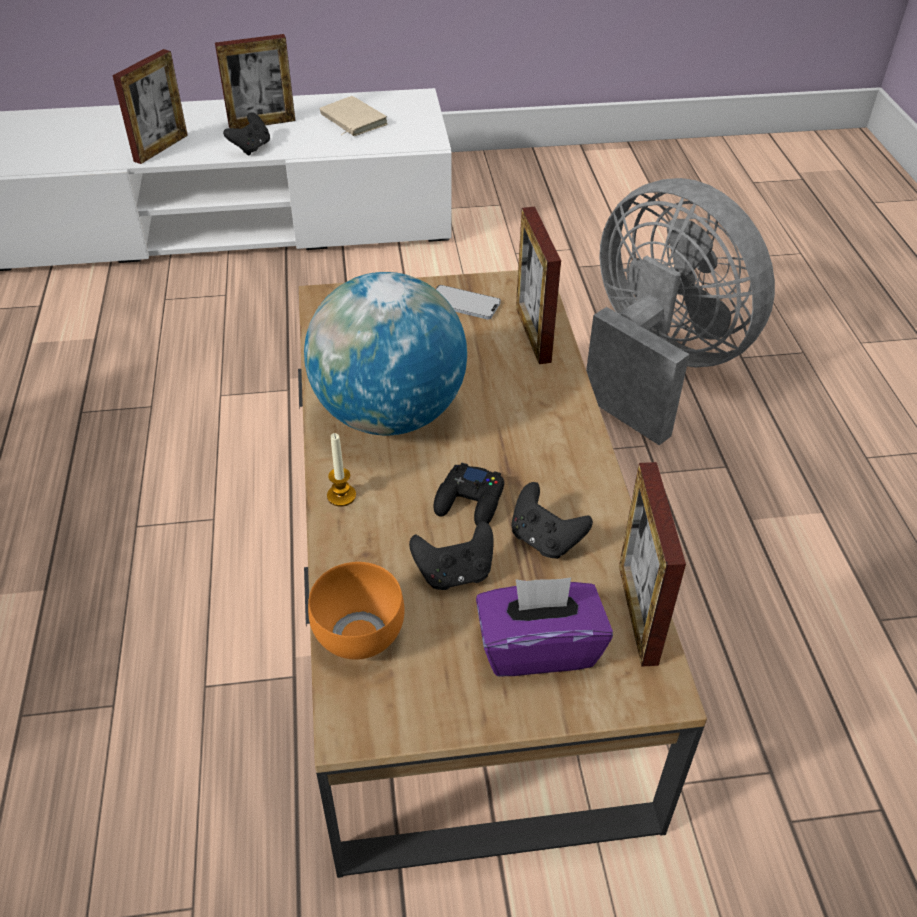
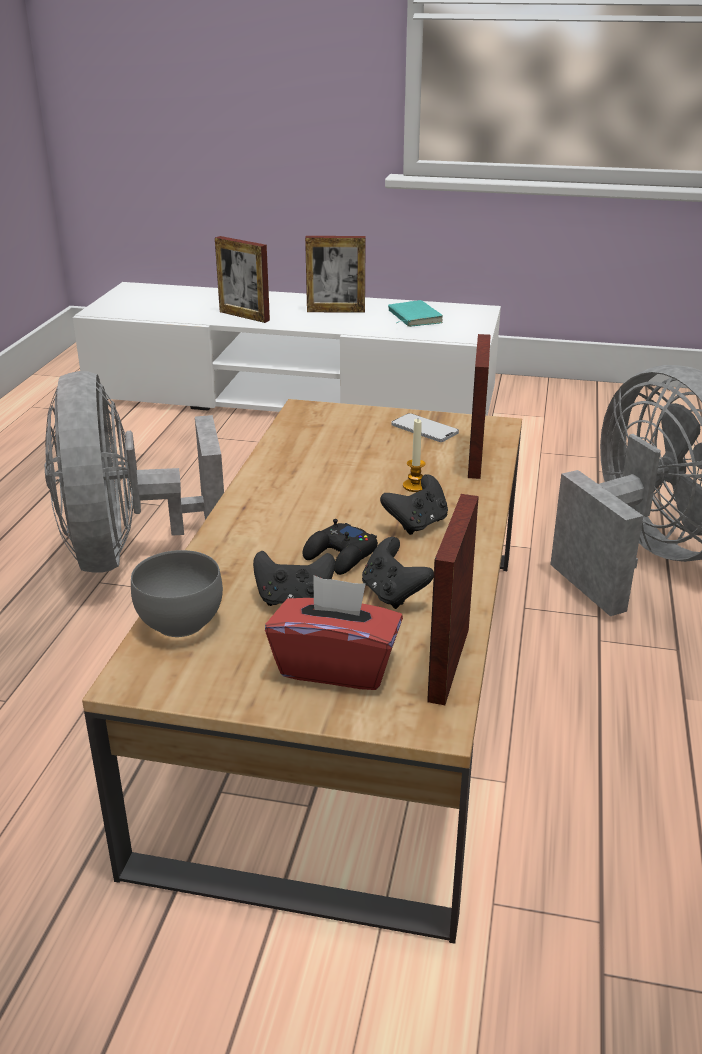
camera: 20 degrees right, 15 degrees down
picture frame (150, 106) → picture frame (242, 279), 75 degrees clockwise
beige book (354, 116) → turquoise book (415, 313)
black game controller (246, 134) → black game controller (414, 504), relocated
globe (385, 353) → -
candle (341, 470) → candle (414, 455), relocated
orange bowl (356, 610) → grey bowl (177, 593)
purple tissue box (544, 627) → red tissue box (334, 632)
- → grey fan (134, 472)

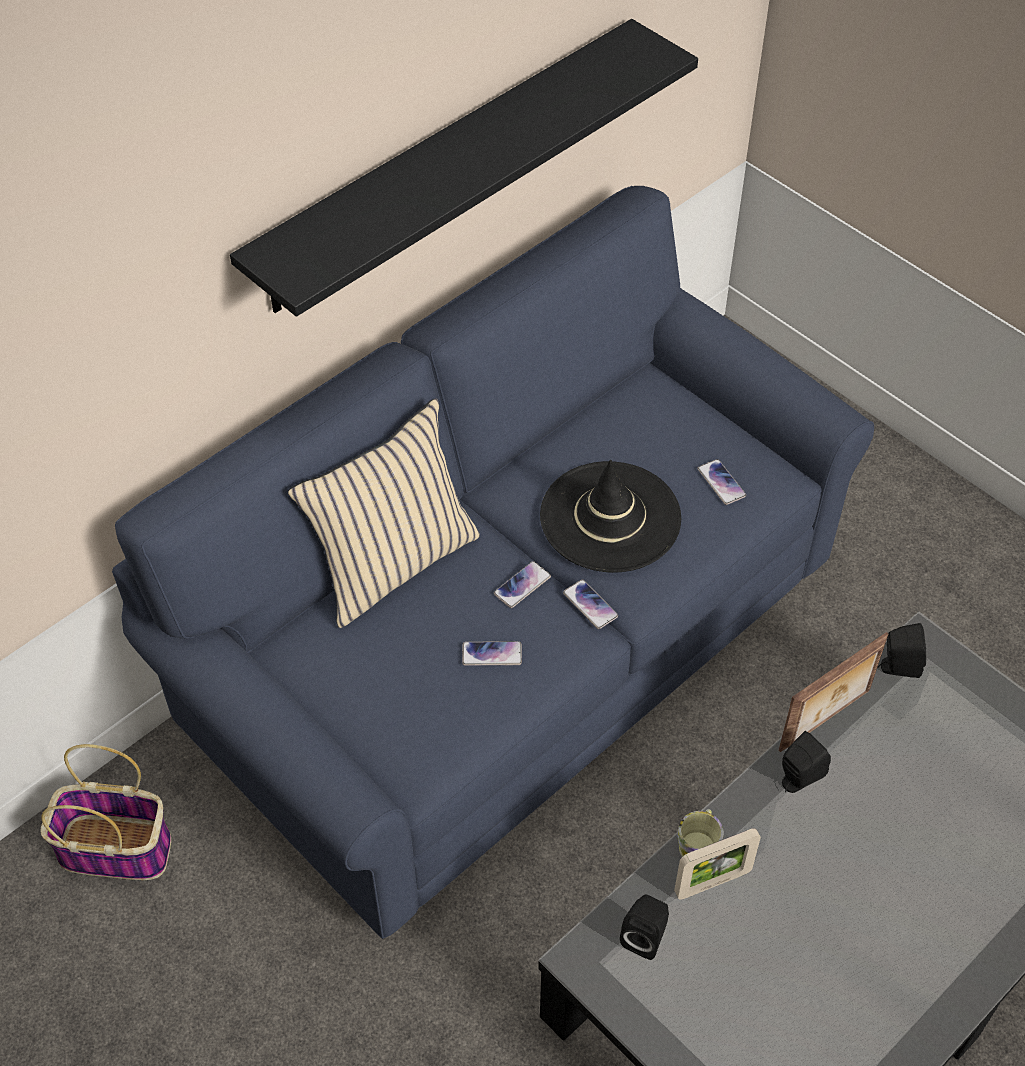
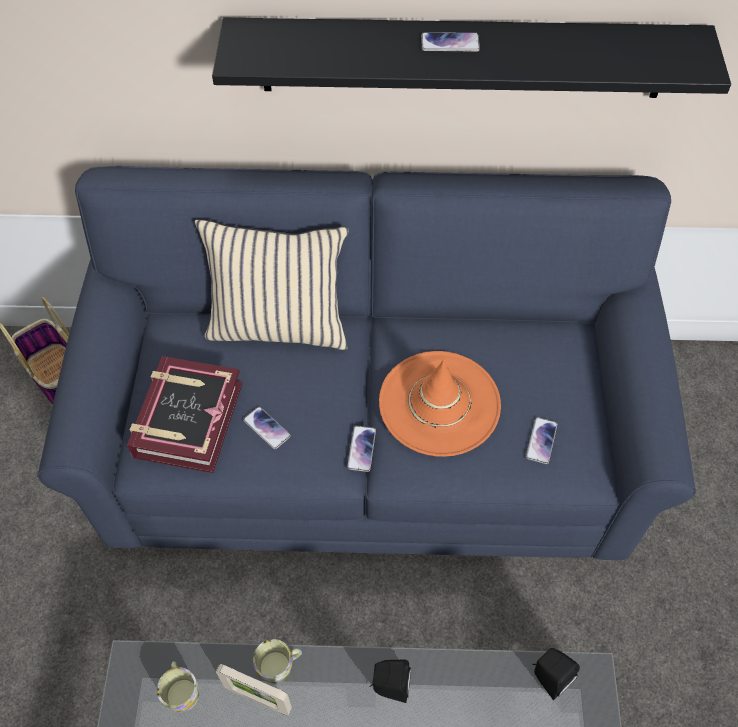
camera: 45 degrees right, 5 degrees up
black hat (610, 516) → orange hat (440, 404)
phone (522, 584) → phone (450, 42), relocated
picture frame (833, 692) → -
black speaker (644, 927) → mug (178, 686)
- → book (184, 414)

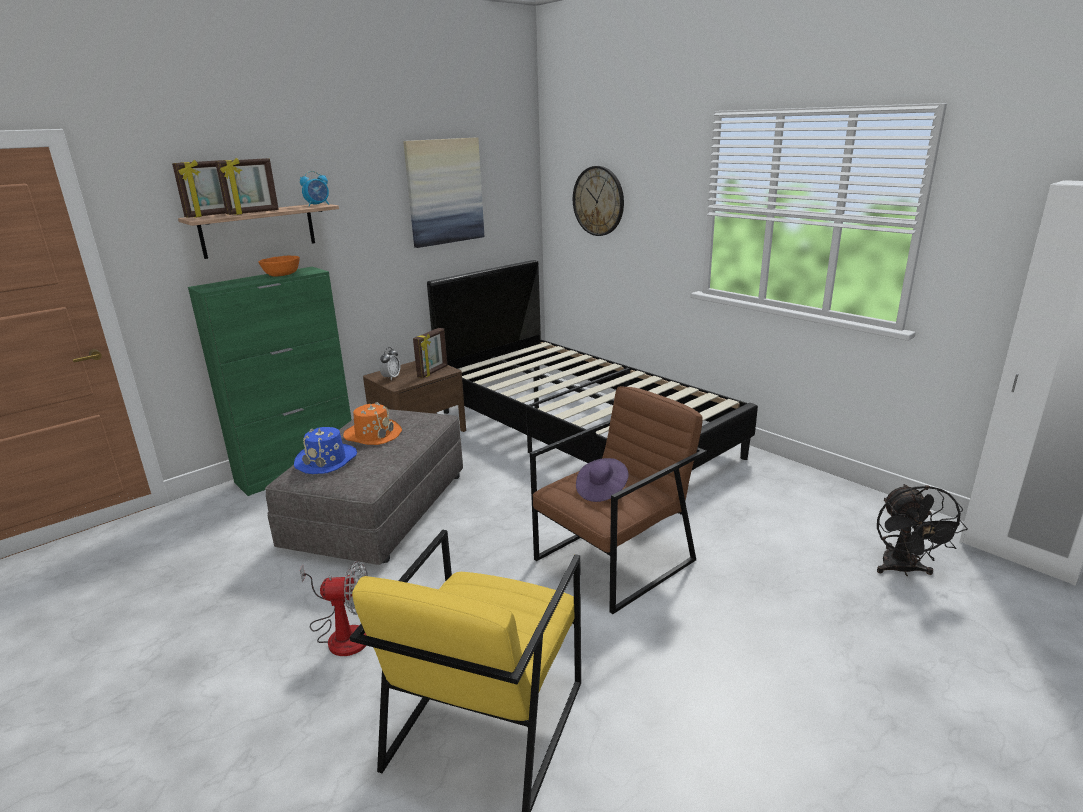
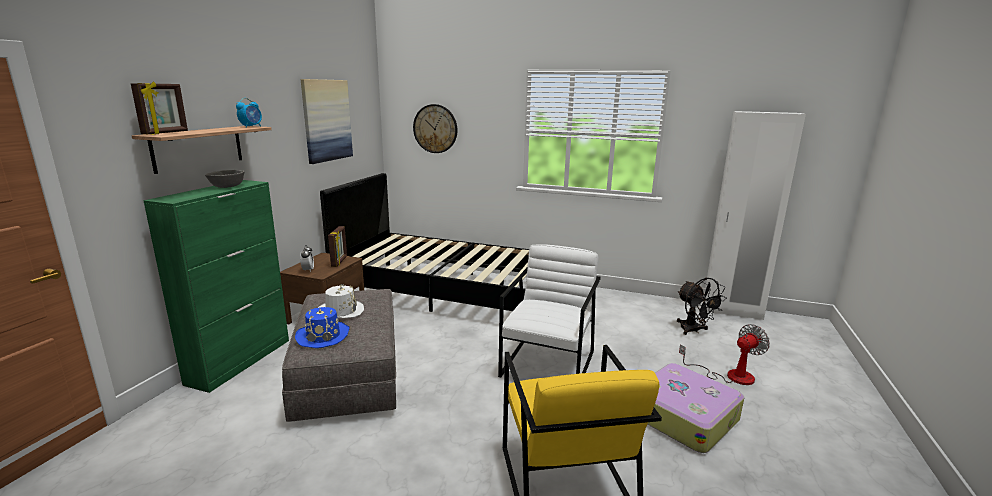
camera: 30 degrees left, 5 degrees down
picture frame (247, 186) → -
orange bowl (279, 266) → grey bowl (224, 179)
brown armchair (618, 500) → white armchair (549, 310)
orange hat (372, 423) → white hat (341, 301)
purple hat (602, 480) → -
fan (334, 608) → fan (724, 354), relocated
- → suitcase (695, 408)

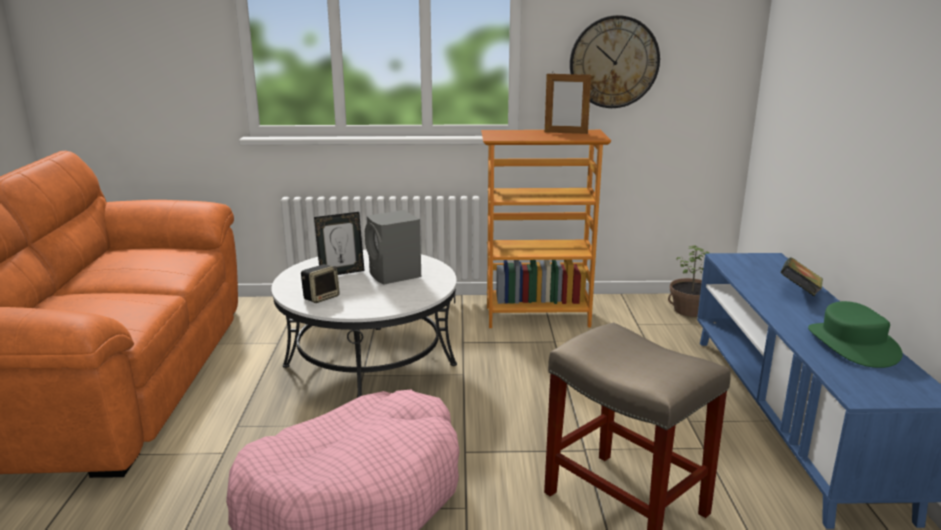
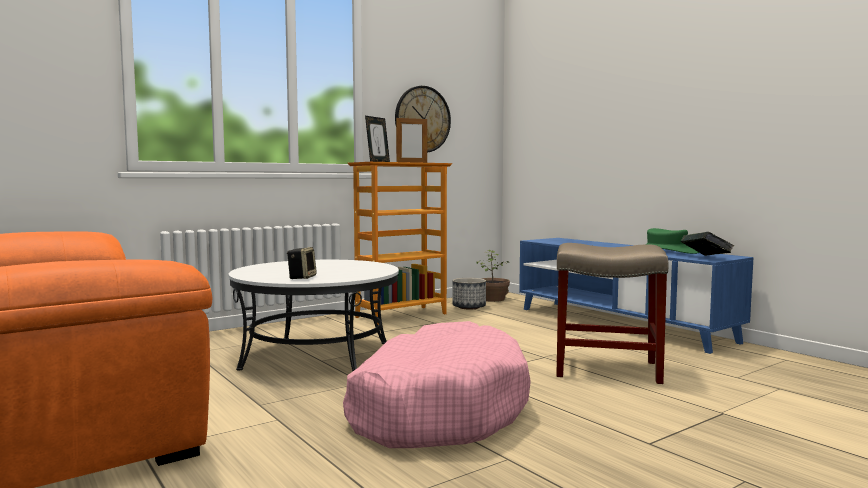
camera: 35 degrees left, 15 degrees down
grey speaker (393, 247) → -
picture frame (339, 243) → picture frame (377, 139), relocated
book (801, 277) → book (707, 244), relocated
- → planter (469, 294)

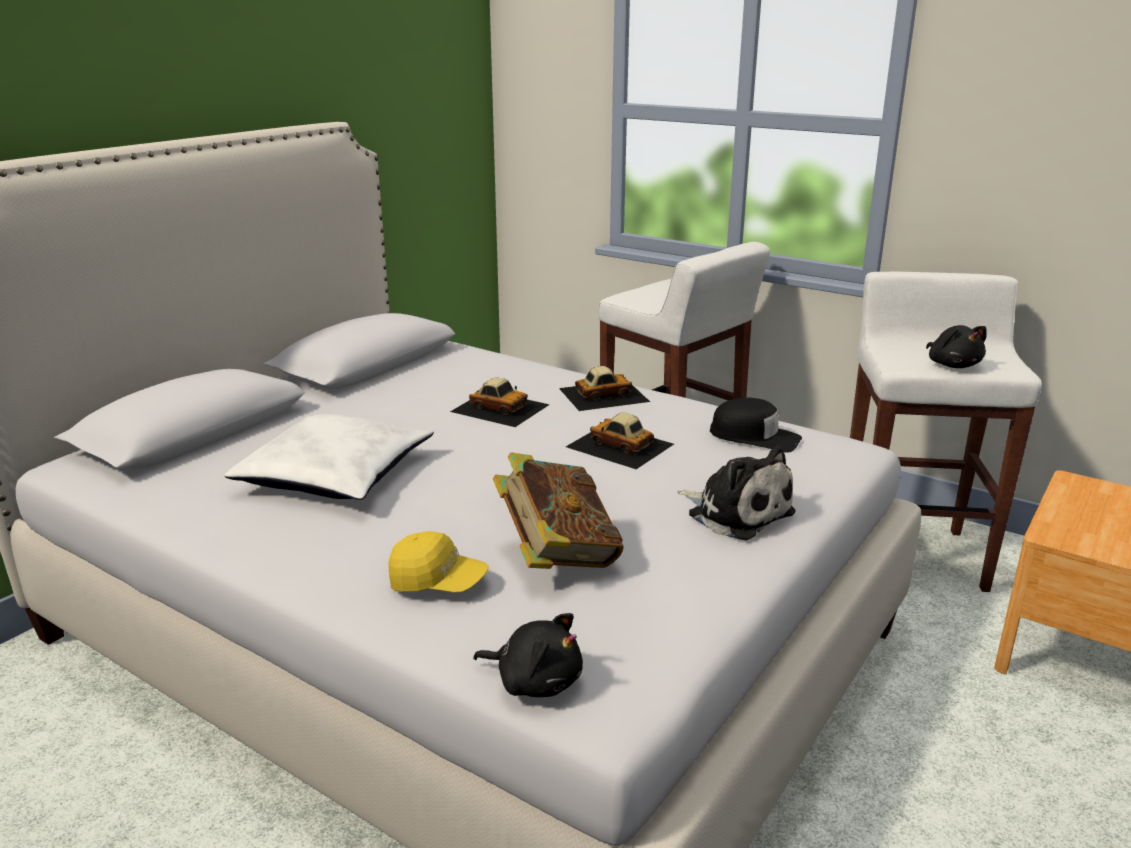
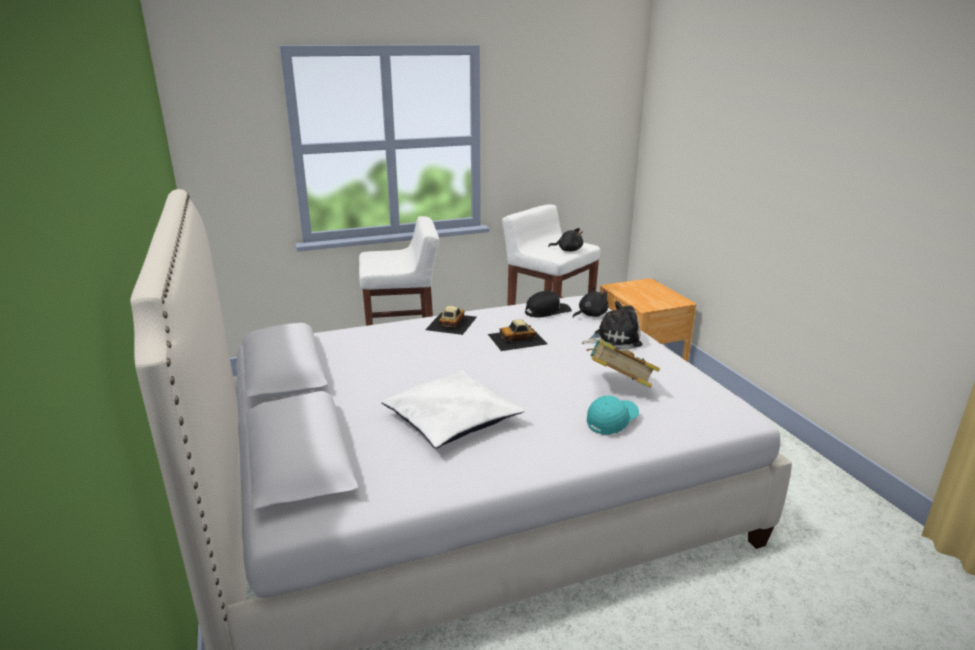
camera: 55 degrees left, 0 degrees up
toy car (500, 402) → -
yellow cap (438, 561) → turquoise cap (613, 415)
black plush toy (528, 655) → black plush toy (590, 302), relocated

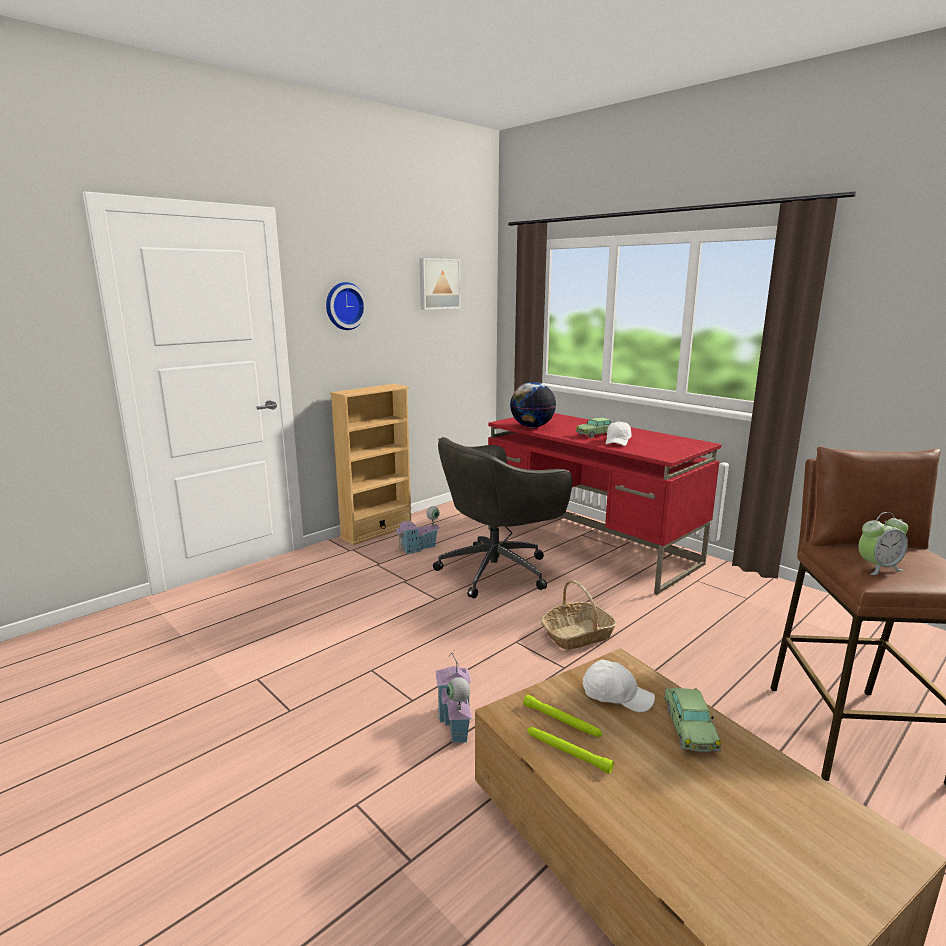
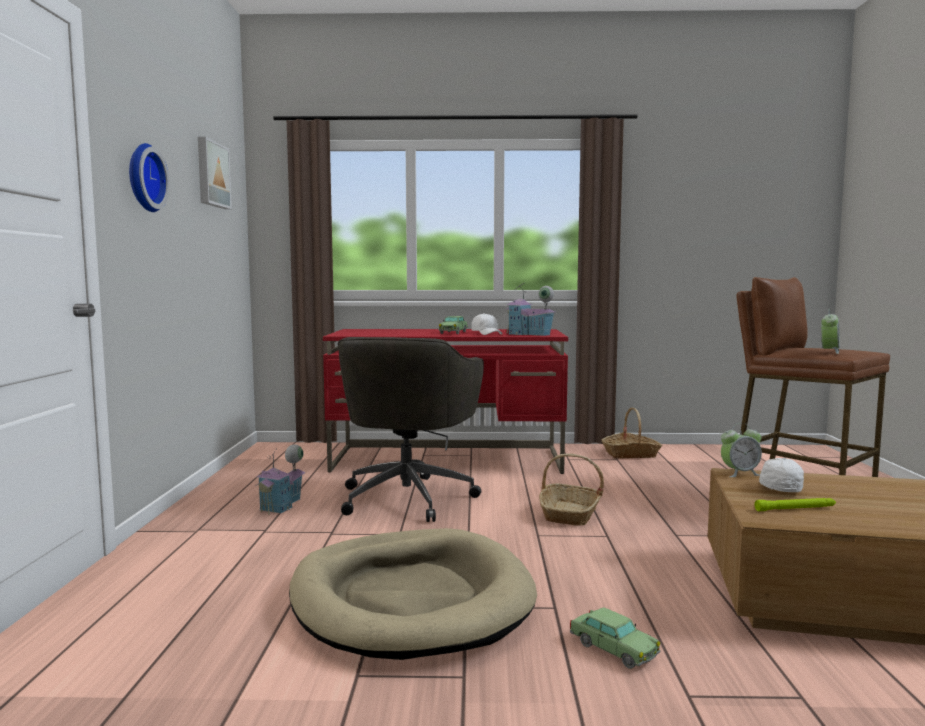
camera: 45 degrees left, 10 degrees down
globe (533, 405) → -
beige bookcase (370, 464) → -
toy house (453, 697) → toy house (530, 309), relocated
white cap (619, 686) → white cap (781, 475), 45 degrees counterclockwise
toy car (692, 719) → toy car (615, 638), relocated
green flashlight (570, 750) → -
- → basket (632, 433)
- → alarm clock (741, 450)
- → beige dog bed (413, 594)

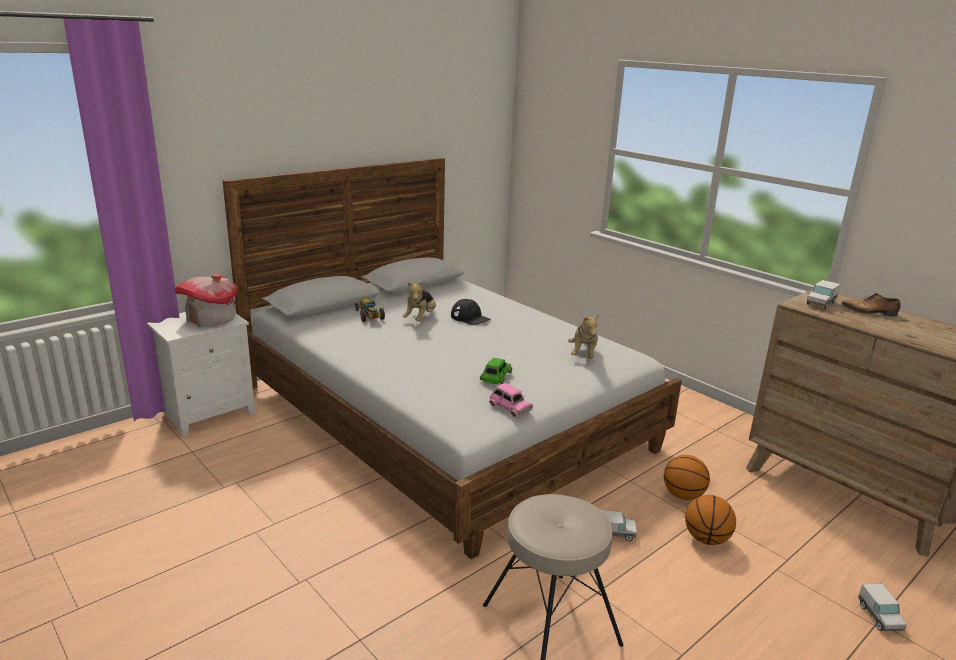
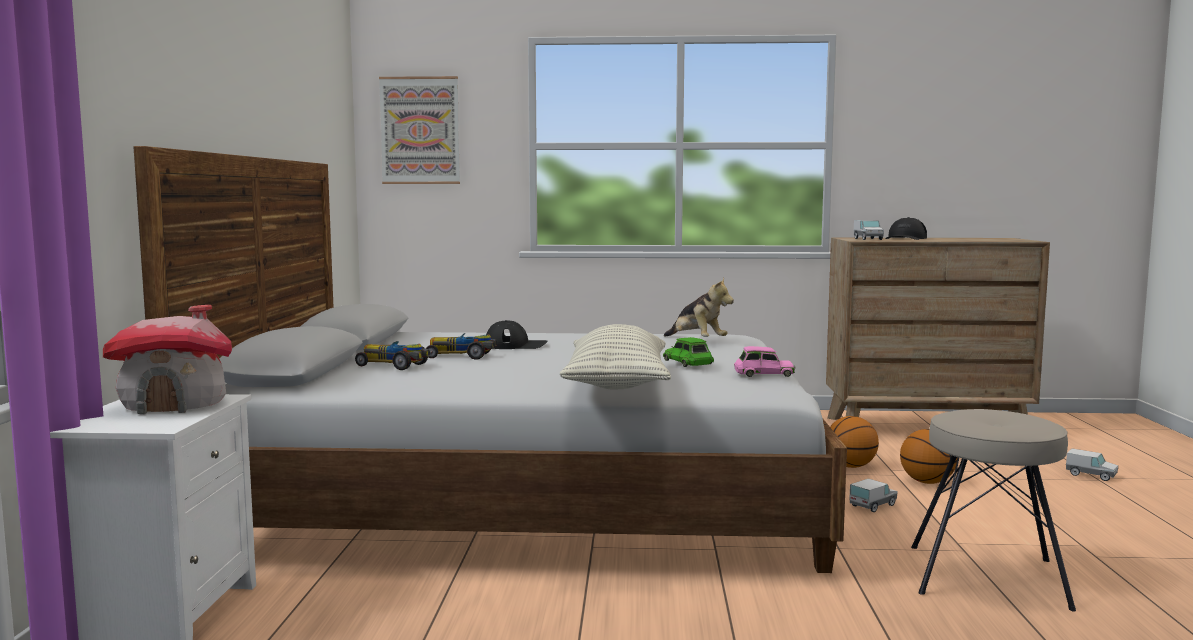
camera: 45 degrees left, 15 degrees down
plush toy (419, 301) → toy car (461, 346)
shoe (871, 305) → black cap (906, 228)
- → picture (419, 130)
- → pillow (615, 356)

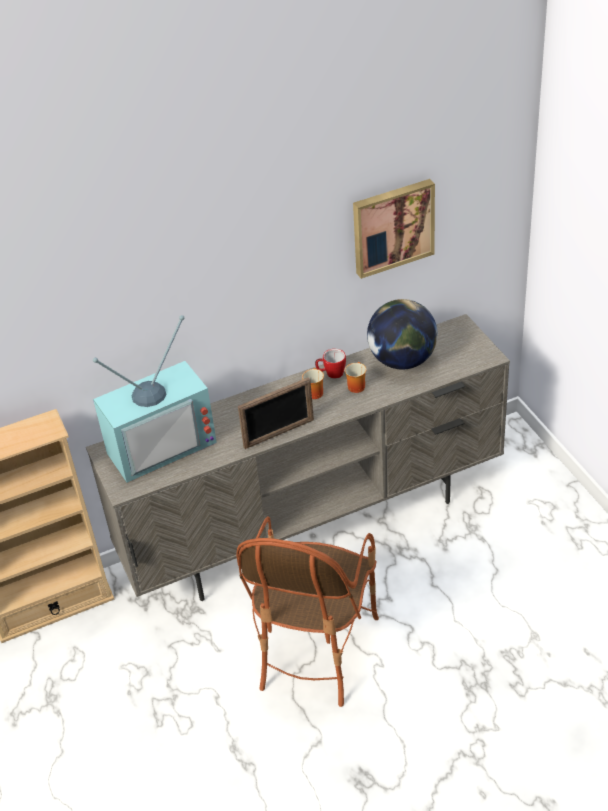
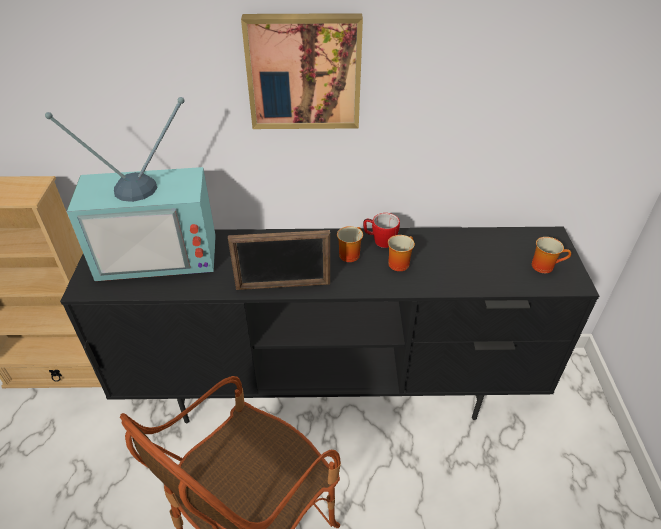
camera: 20 degrees right, 0 degrees up
picture (394, 229) → picture (302, 71), relocated
globe (402, 334) → -
beige tv stand (298, 457) → black tv stand (329, 325)
- → mug (551, 255)

